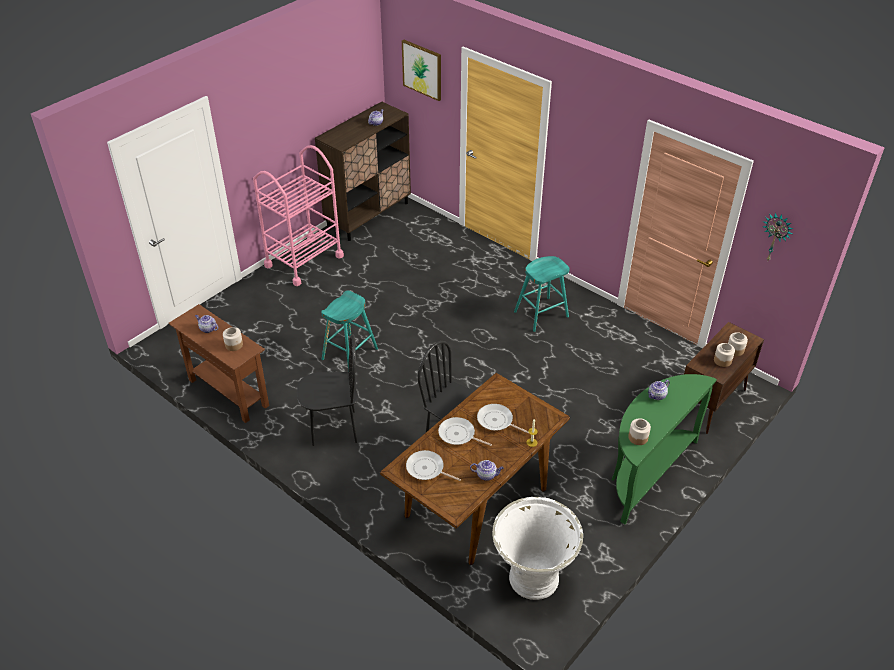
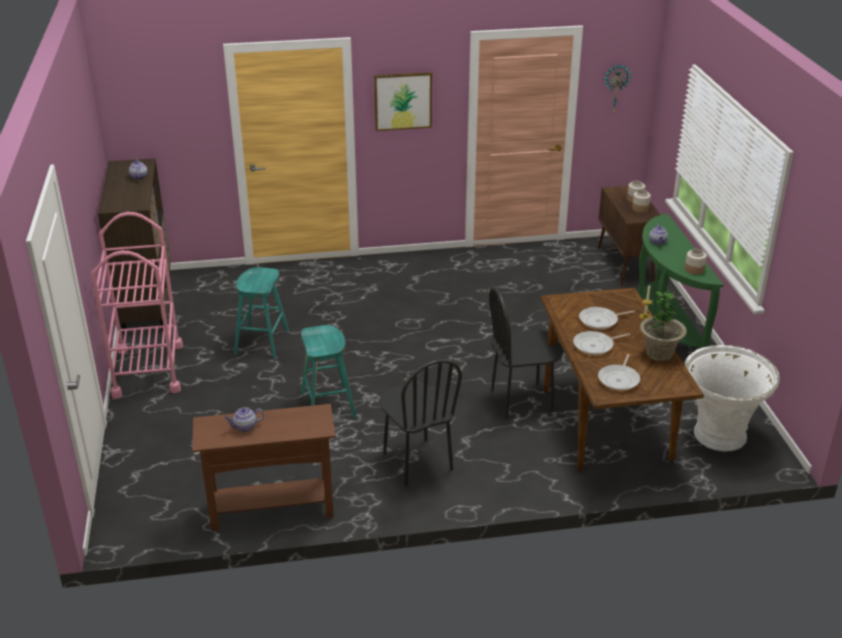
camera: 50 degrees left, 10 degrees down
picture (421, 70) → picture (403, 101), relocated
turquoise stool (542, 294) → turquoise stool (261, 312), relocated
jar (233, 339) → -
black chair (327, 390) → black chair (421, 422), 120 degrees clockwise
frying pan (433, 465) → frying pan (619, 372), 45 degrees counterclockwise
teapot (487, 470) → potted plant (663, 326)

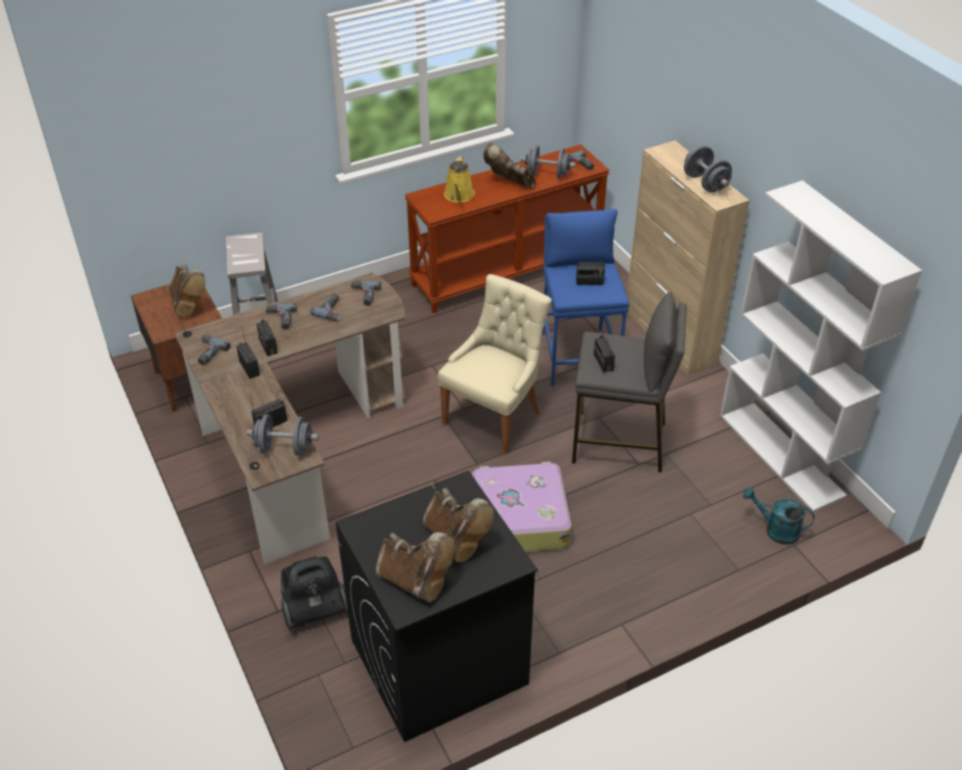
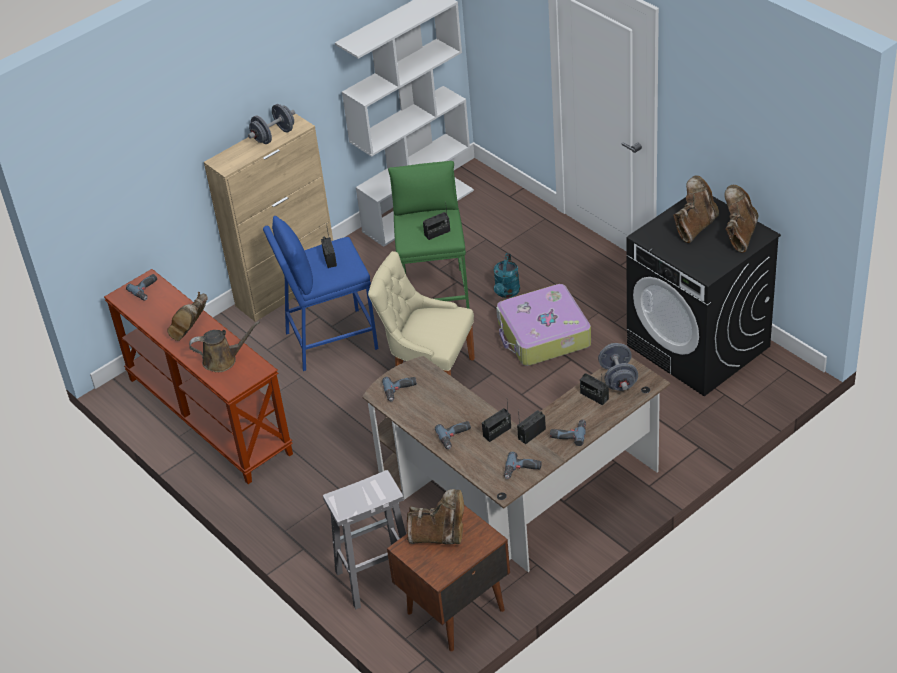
camera: 100 degrees left, 0 degrees up
grey dumbbell (548, 162) → -
yellow watering can (459, 179) → brown watering can (224, 346)
brown boot (187, 291) → brown boot (435, 517), 45 degrees clockwise
grey stool (629, 382) → green stool (429, 235)
power drill (325, 307) → power drill (568, 432), relocated
turquoise watering can (779, 516) → turquoise watering can (507, 275), relocated
vacuum cleaner (314, 593) → -

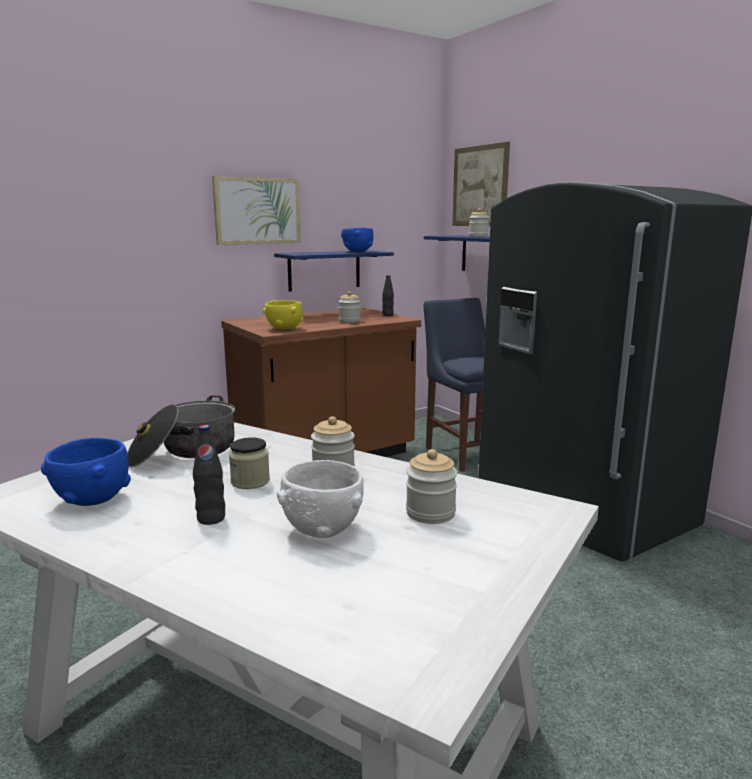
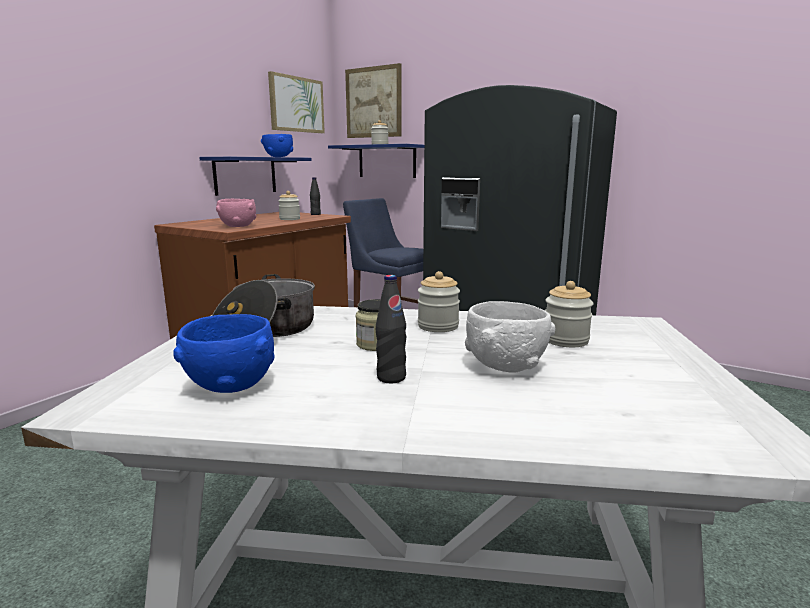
camera: 25 degrees left, 0 degrees up
picture (256, 210) → picture (296, 102), relocated
yellow bowl (283, 315) → pink bowl (236, 213)

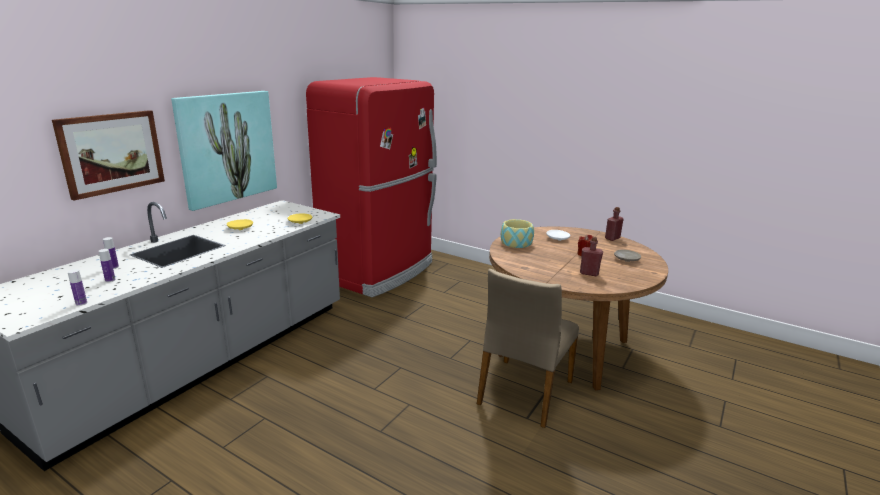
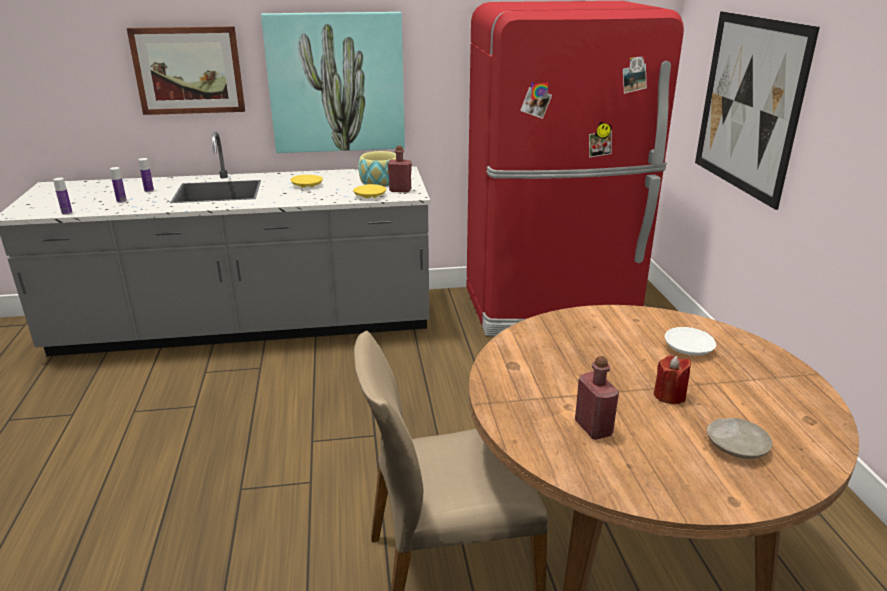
camera: 50 degrees right, 5 degrees up
red bottle (614, 224) → red bottle (399, 169), relocated
bowl (517, 233) → bowl (377, 168), relocated
- → picture (757, 110)

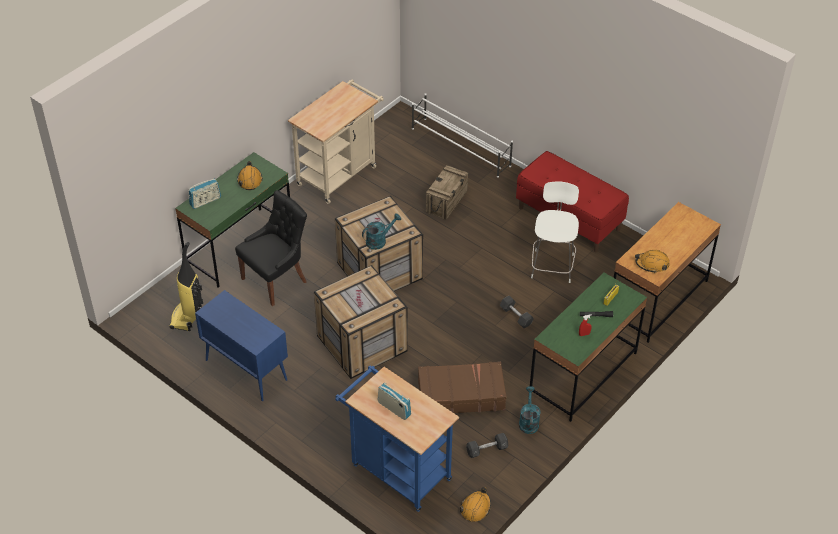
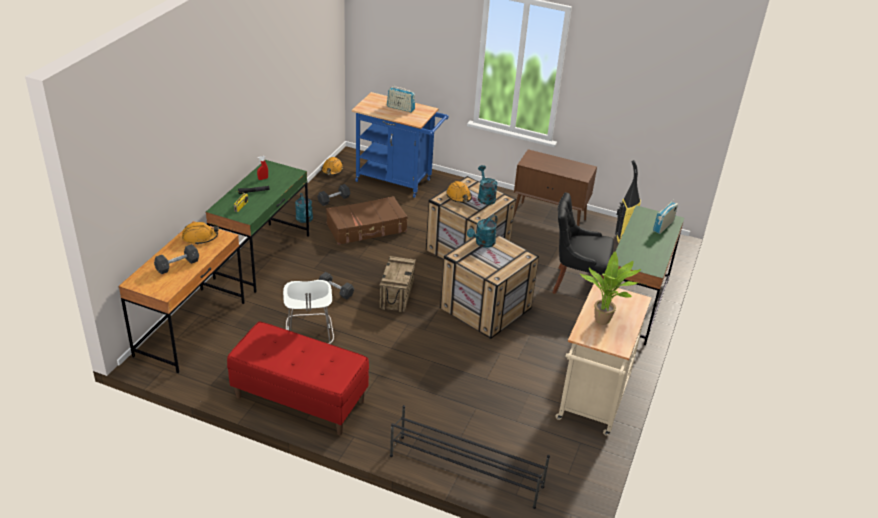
camera: 160 degrees right, 10 degrees down
white shoe rack (462, 135) → black shoe rack (470, 457)
orange hard hat (250, 175) → orange hard hat (459, 192), relocated
crate (447, 192) → crate (398, 284), relocated
black chair (271, 248) → black chair (583, 243), 75 degrees clockwise
blue cabinet (241, 345) → brown cabinet (555, 187)
- → turquoise watering can (488, 185)
- → grey dumbbell (176, 259)
- → potted plant (610, 288)

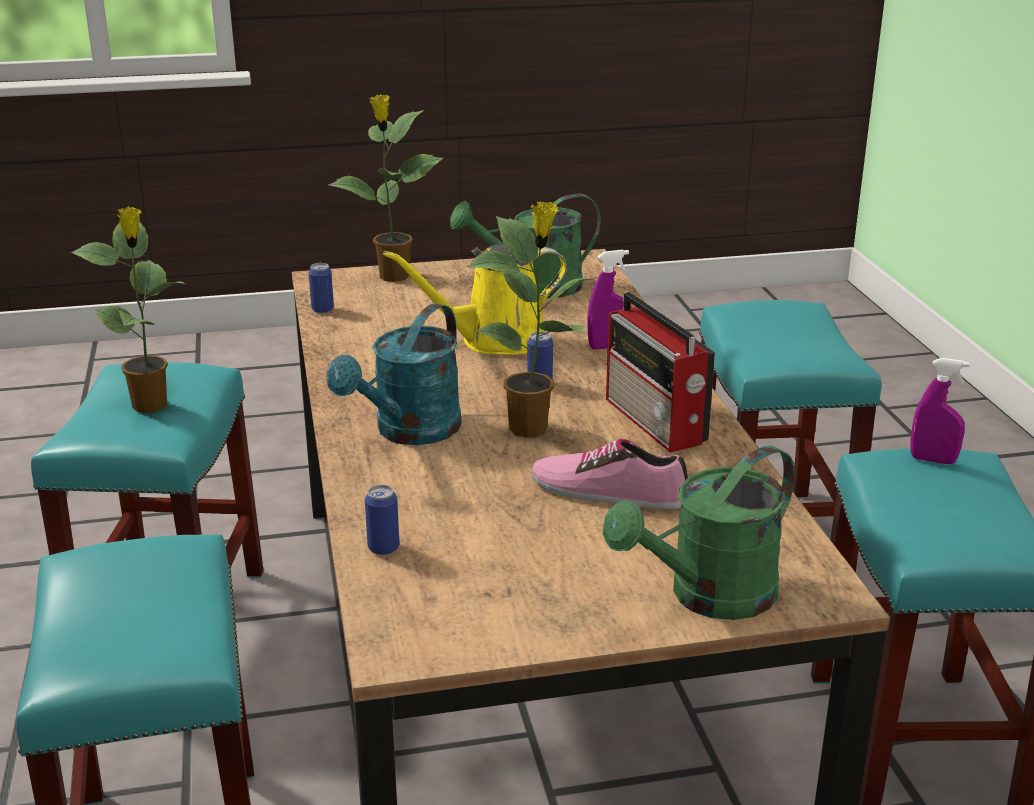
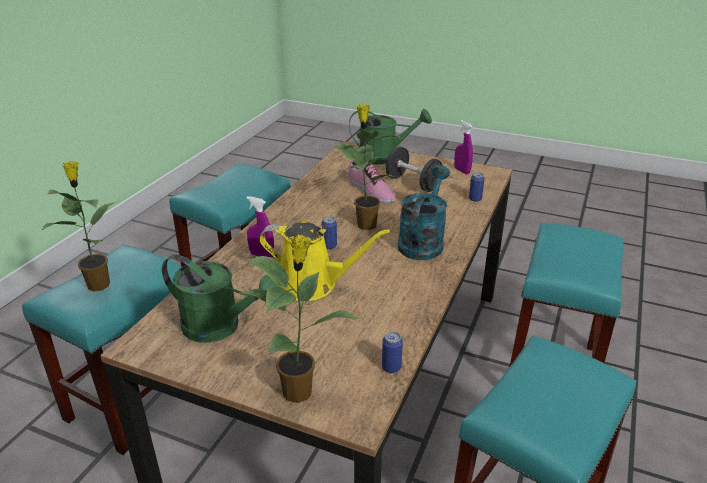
camera: 145 degrees left, 5 degrees up
potted plant (129, 309) → potted plant (80, 226), relocated
radio (660, 372) → -
turquoise watering can (394, 374) → turquoise watering can (424, 212), 45 degrees counterclockwise
purple spray bottle (940, 411) → purple spray bottle (463, 147), relocated
- → black dumbbell (415, 169)

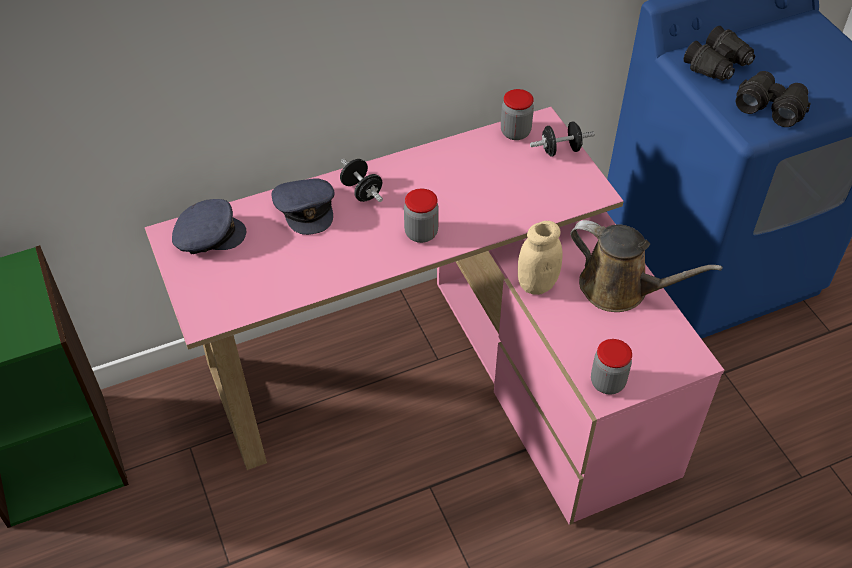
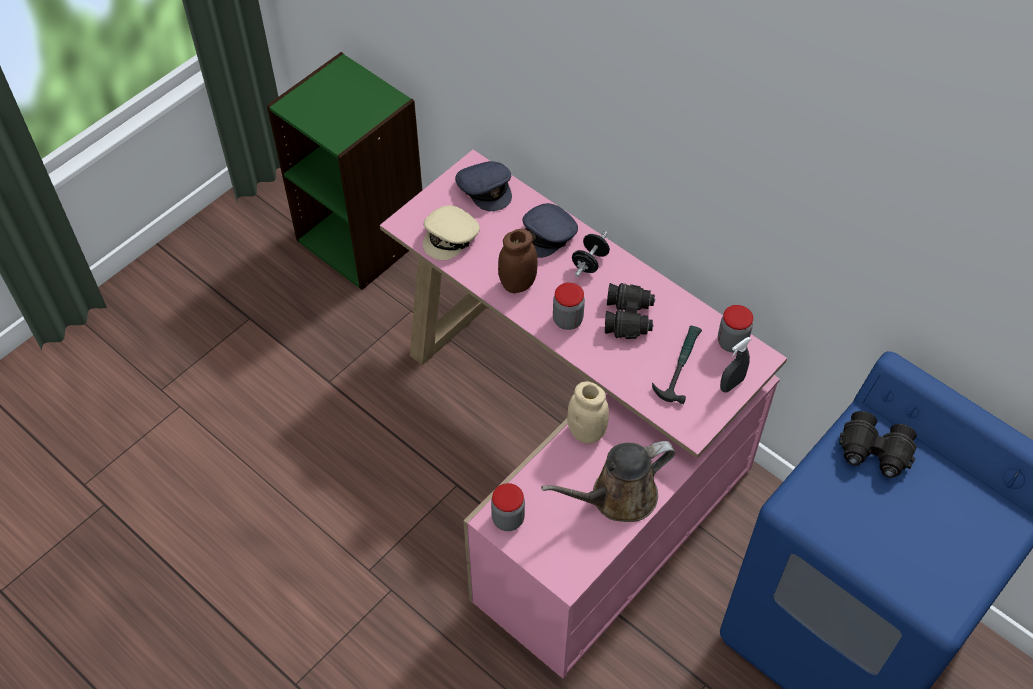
camera: 65 degrees right, 5 degrees up
black binoculars (773, 99) → black binoculars (630, 311), relocated
black dumbbell (562, 139) → grey spray bottle (735, 365)
brown watering can (646, 266) → brown watering can (608, 481), 60 degrees clockwise
- → beige cap (451, 232)
- → brown jar (518, 261)
- → hammer (677, 365)

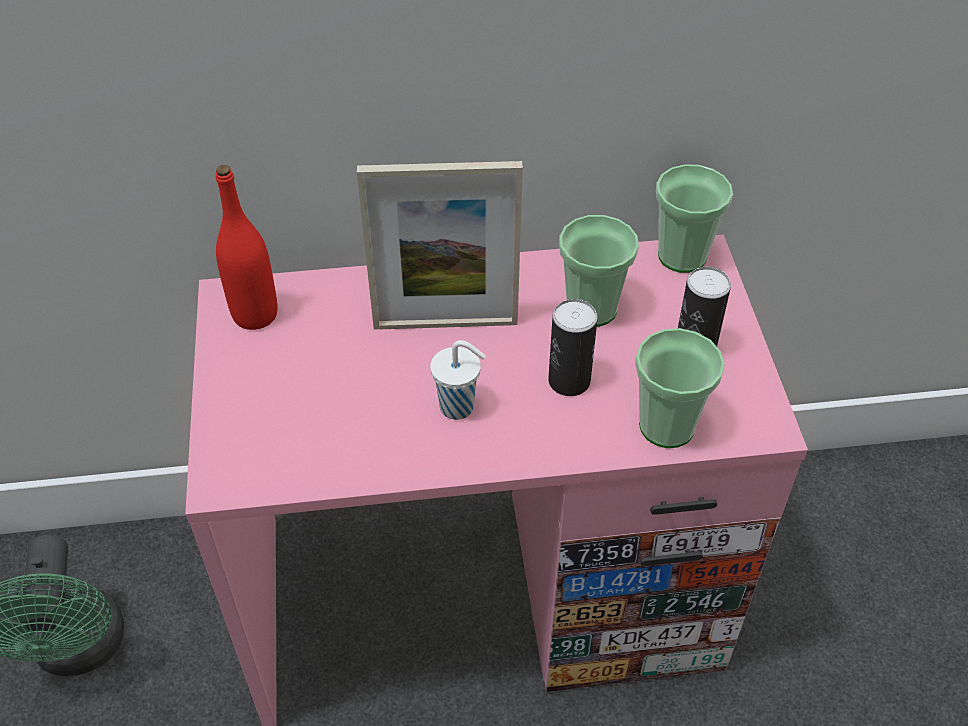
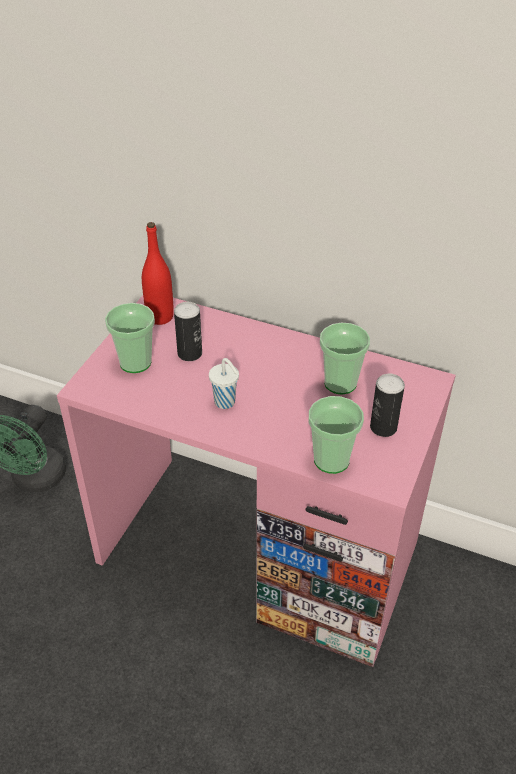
camera: 30 degrees right, 5 degrees down
picture frame (440, 245) → -
cup (694, 218) → cup (130, 338), relocated
can (573, 347) → can (188, 331), relocated

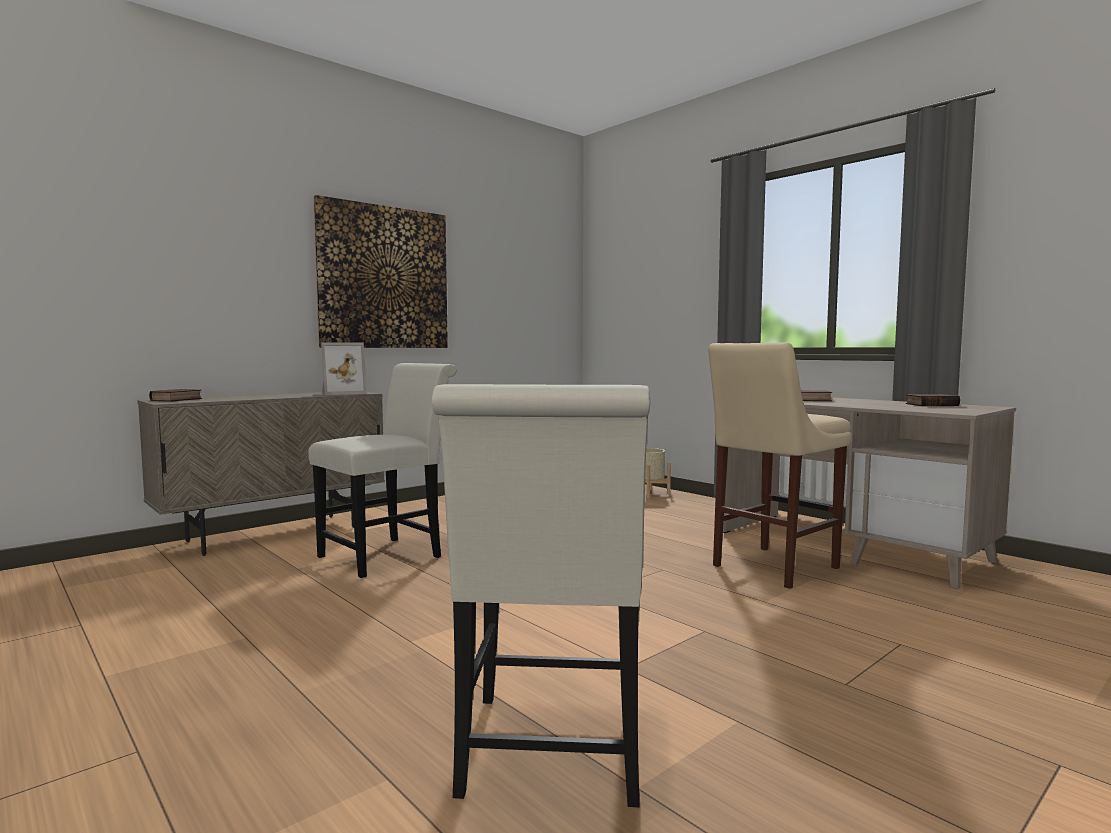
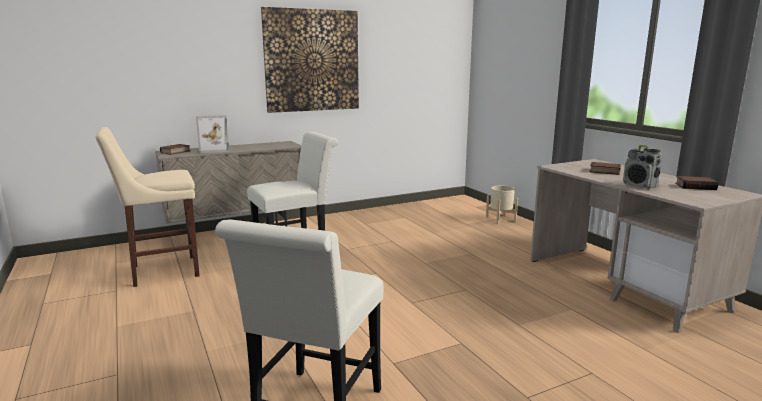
camera: 15 degrees right, 10 degrees up
picture frame (344, 368) → picture frame (212, 134), relocated
beige stool (779, 466) → beige stool (148, 207), relocated
- → radio (642, 167)

